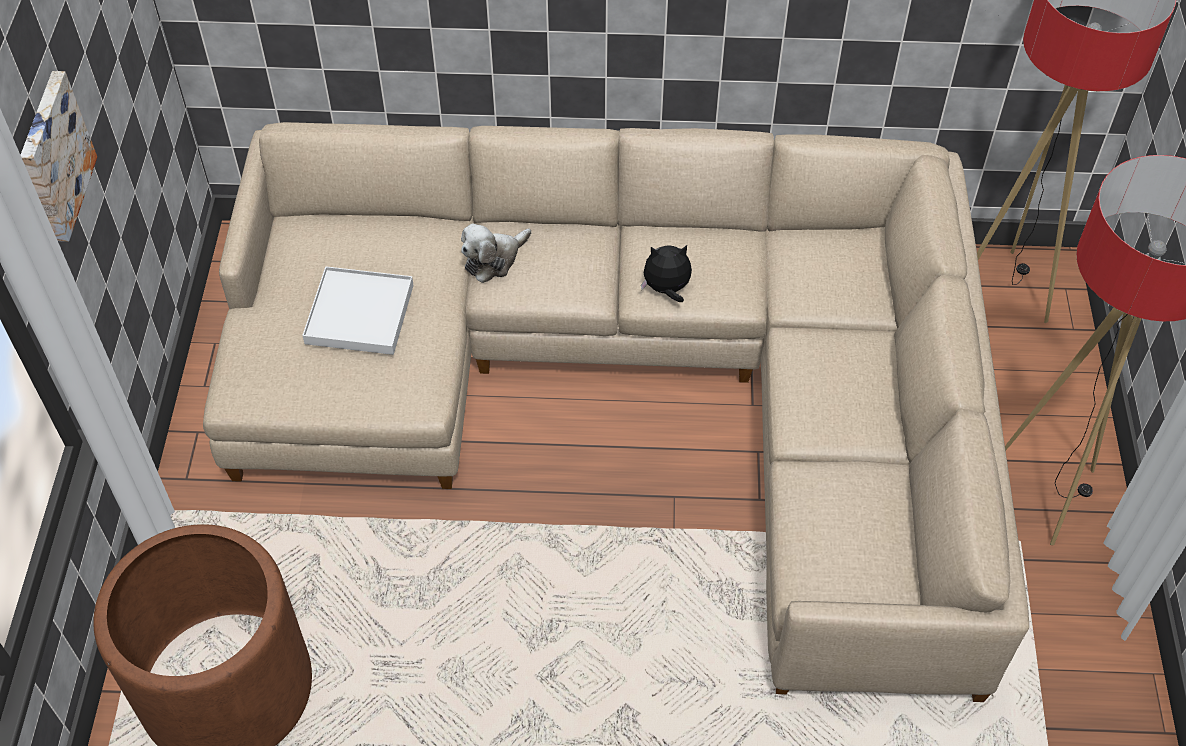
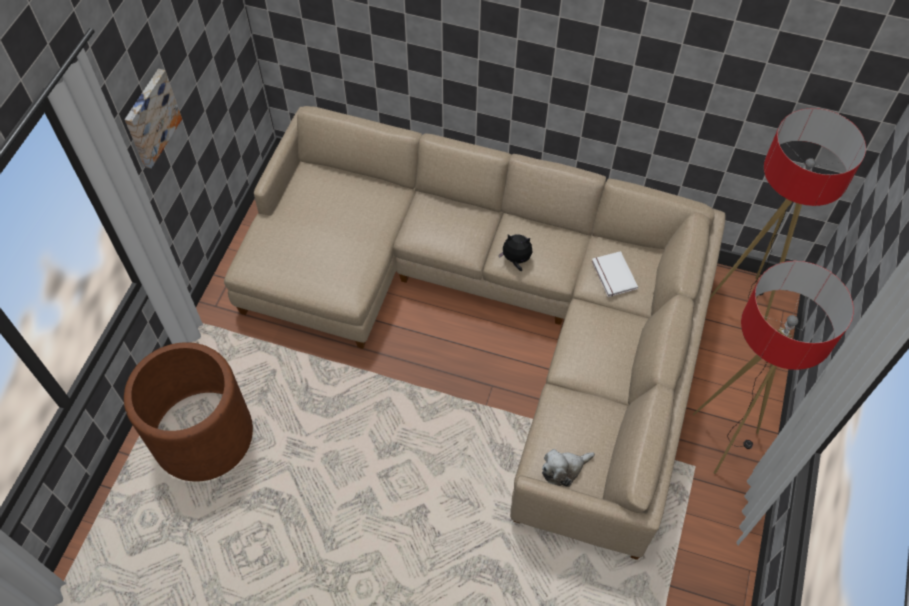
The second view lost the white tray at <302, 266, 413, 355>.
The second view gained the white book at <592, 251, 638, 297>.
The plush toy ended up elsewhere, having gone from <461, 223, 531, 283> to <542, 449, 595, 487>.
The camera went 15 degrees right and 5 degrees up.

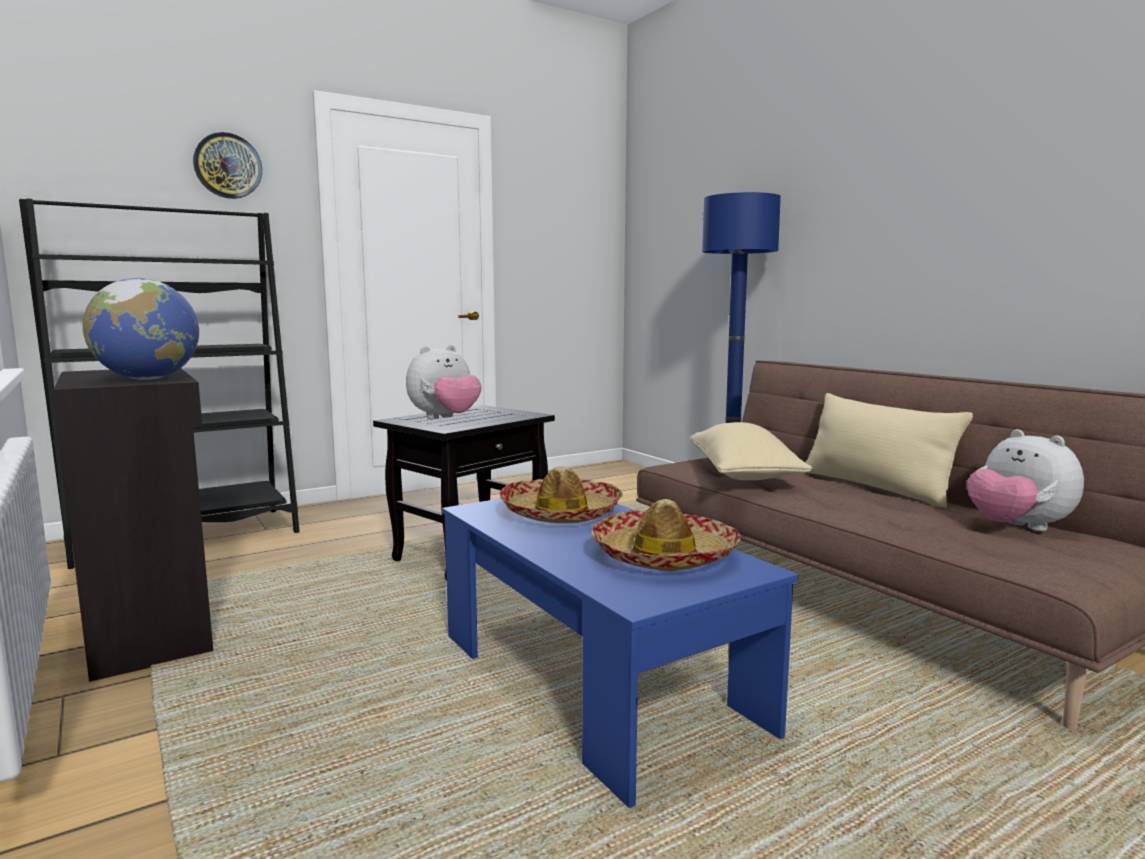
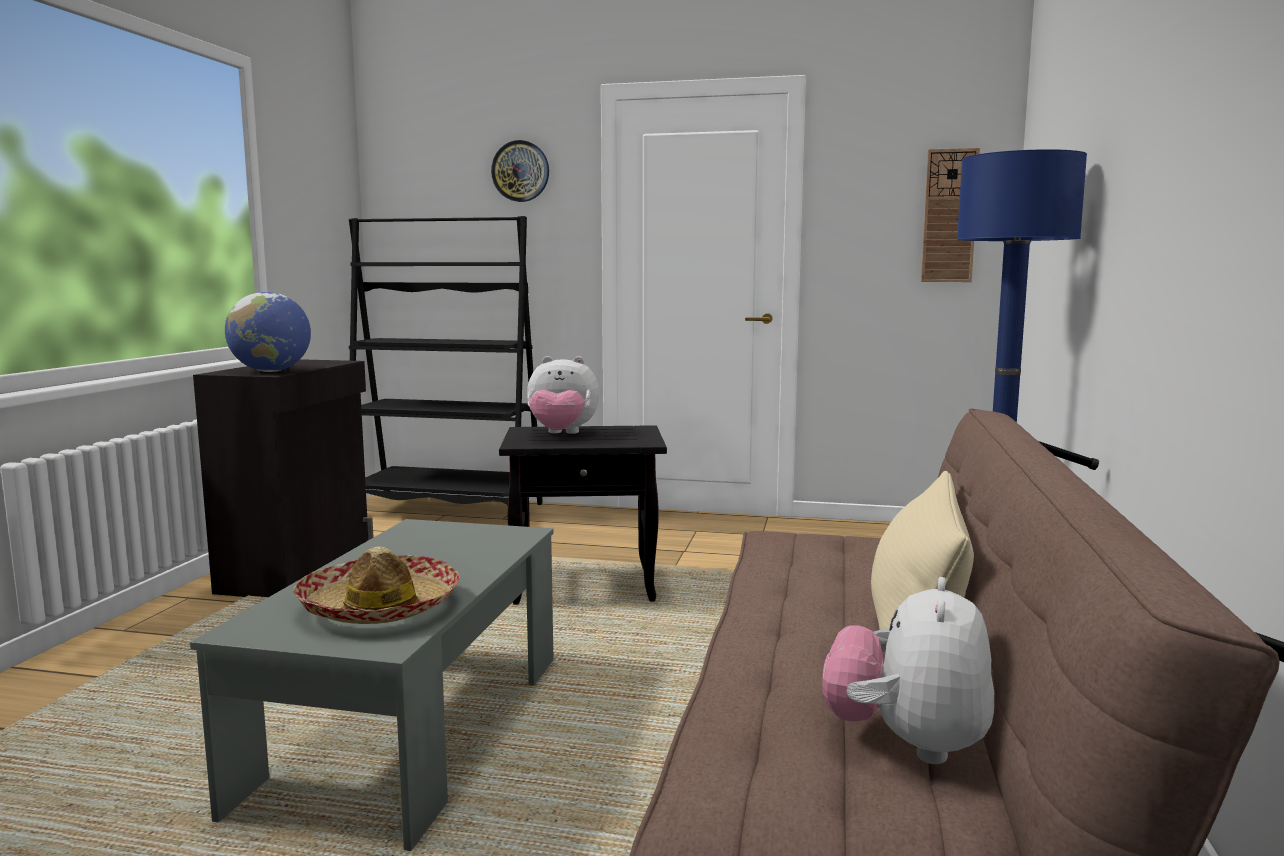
The second view lost the hat at <499, 466, 623, 523>.
The second view lost the beige pillow at <690, 422, 812, 480>.
The second view gained the wall clock at <921, 148, 980, 282>.
What was the blue coffee table at <442, 499, 799, 808> turned into the grey coffee table at <190, 519, 554, 851>.
The camera went 45 degrees right and 0 degrees up.

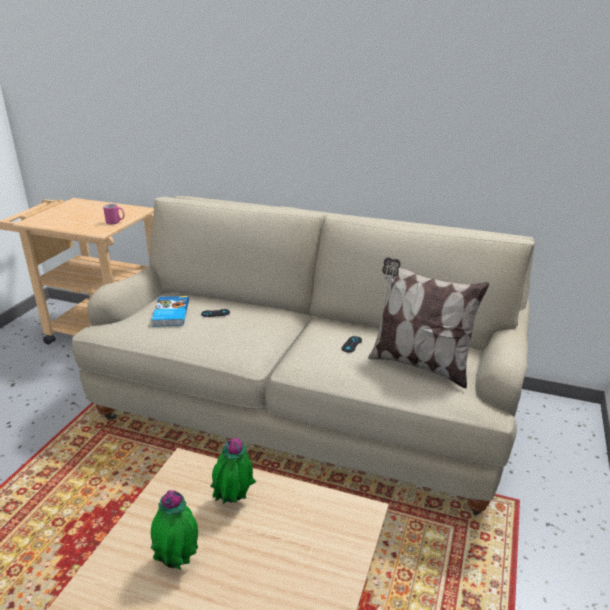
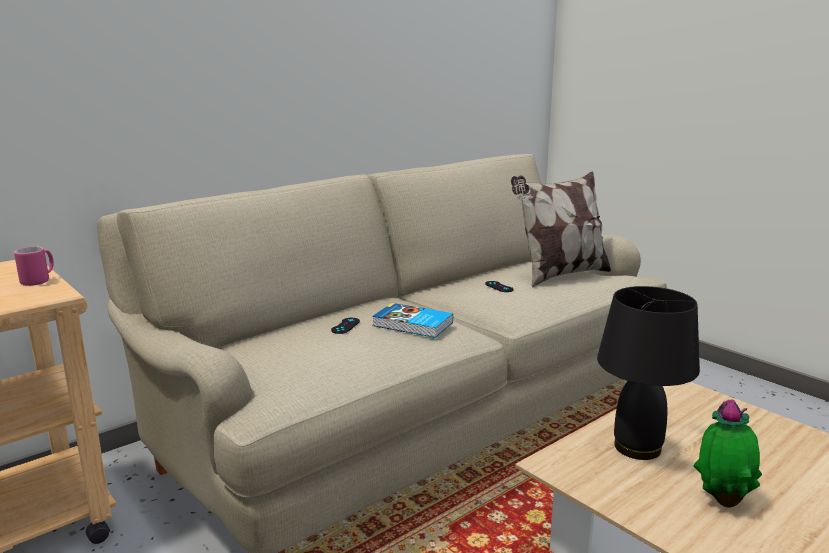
The book ended up elsewhere, having gone from <152, 296, 189, 327> to <372, 303, 453, 338>.
Where the potted plant stood at <210, 438, 256, 504>, the black table lamp came to stand at <597, 286, 700, 460>.
The camera went 60 degrees left and 10 degrees down.

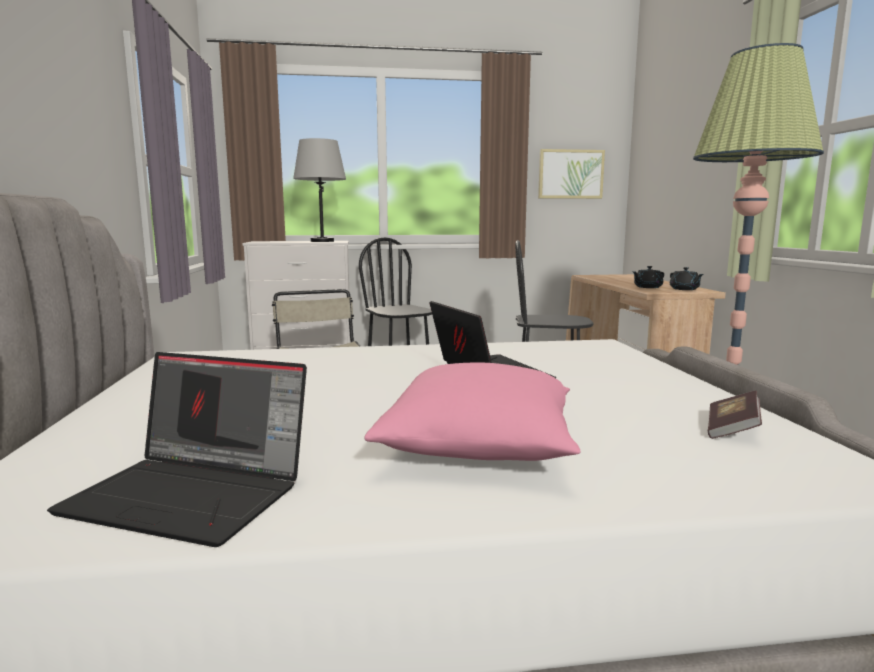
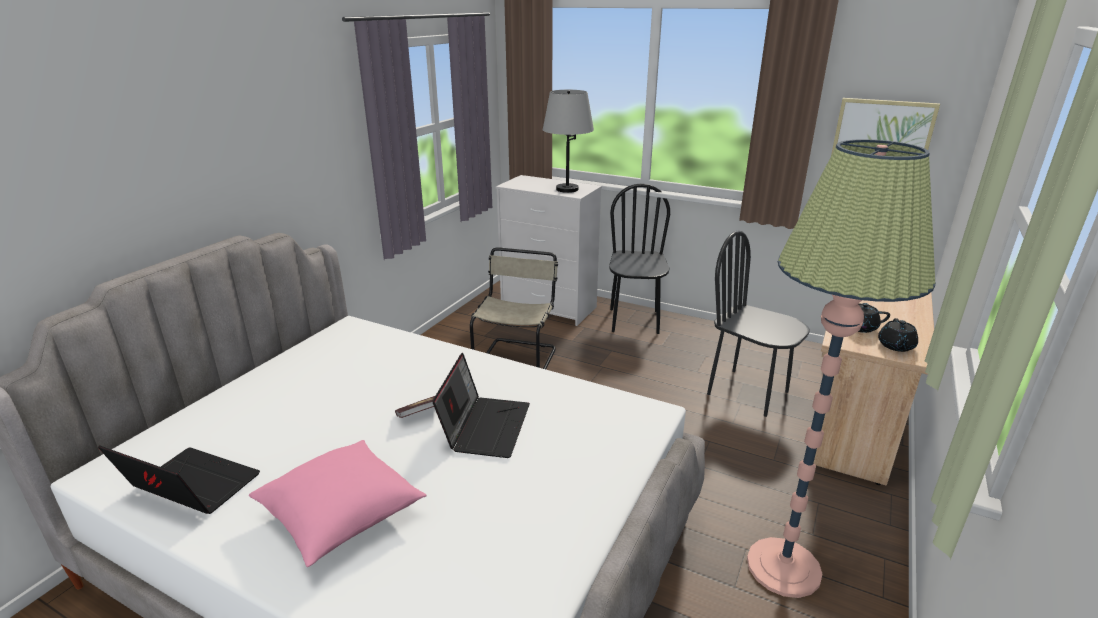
The book ended up elsewhere, having gone from <708, 391, 762, 439> to <395, 396, 435, 418>.
The laptop at <47, 352, 307, 547> ended up facing another way, 150 degrees clockwise from before.
The camera went 35 degrees right and 15 degrees up.

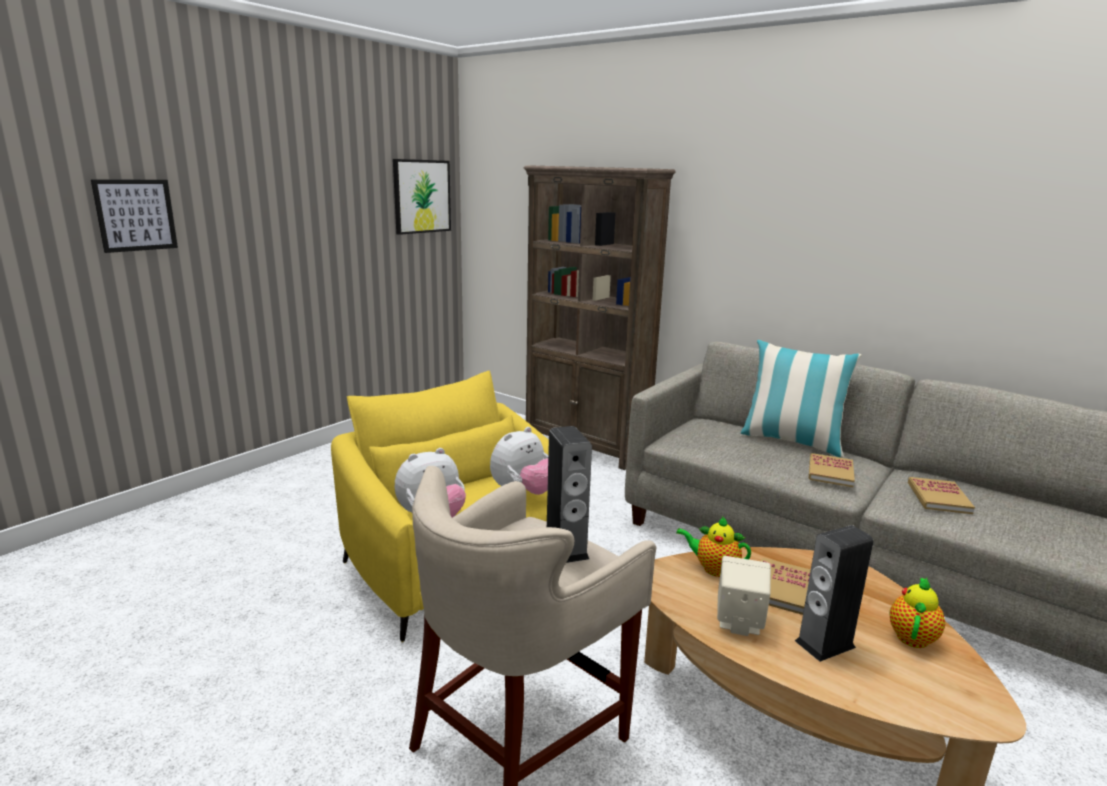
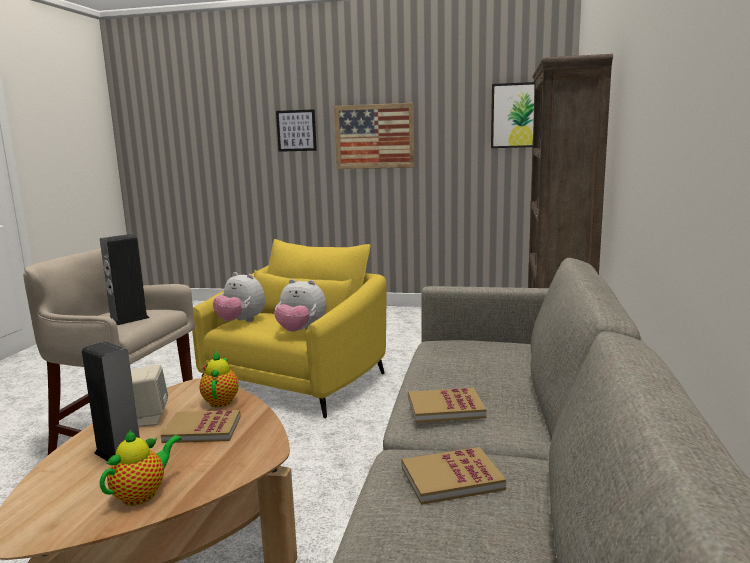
The second view lost the pillow at <740, 340, 862, 458>.
The second view gained the picture at <334, 103, 415, 169>.
The teapot at <890, 578, 945, 648> ended up facing another way, 60 degrees counterclockwise from before.
The camera went 65 degrees right and 5 degrees down.

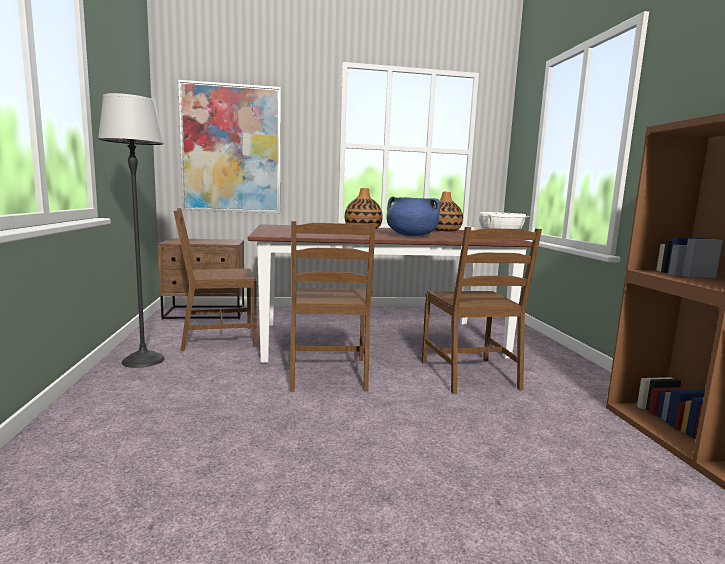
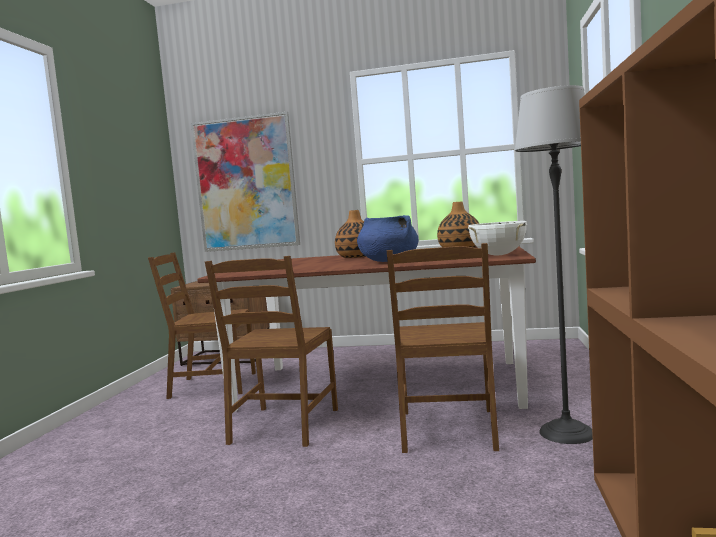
The floor lamp ended up elsewhere, having gone from <98, 93, 165, 368> to <515, 85, 593, 444>.
The camera went 20 degrees right and 5 degrees down.

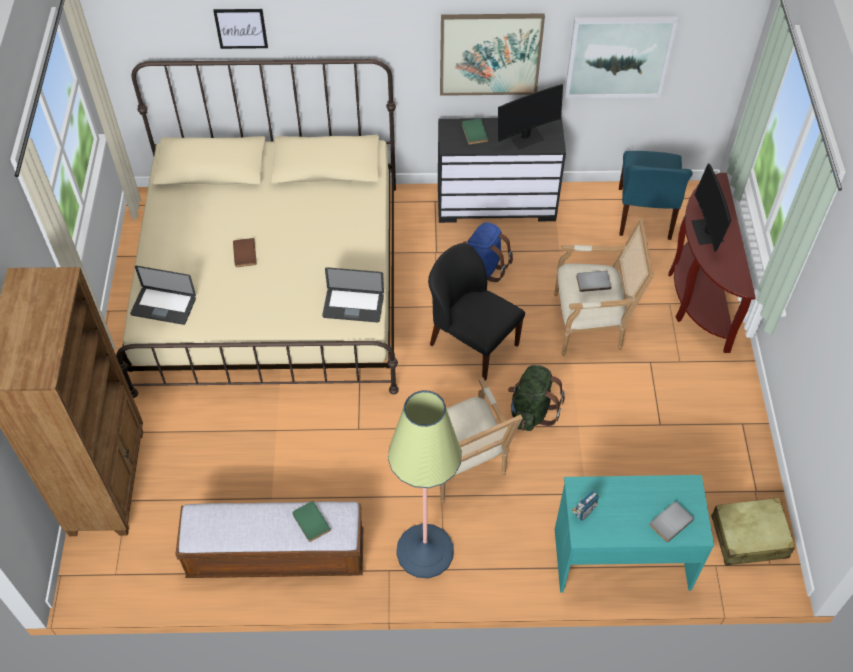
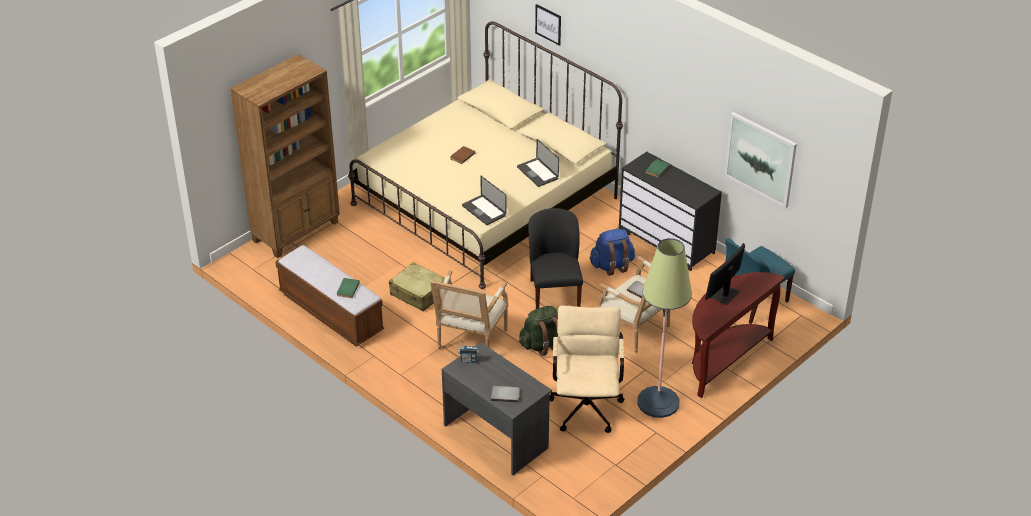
The second view lost the picture at <440, 13, 545, 96>.
The second view lost the monitor at <498, 84, 563, 150>.
The second view gained the beige office chair at <549, 306, 625, 433>.
The laptop ended up elsewhere, having gone from <130, 266, 196, 325> to <517, 139, 559, 187>.
The floor lamp ended up elsewhere, having gone from <388, 390, 462, 578> to <637, 238, 692, 418>.
The beige suitcase ended up elsewhere, having gone from <711, 497, 795, 566> to <389, 262, 445, 311>.
What was the turquoise desk at <555, 475, 714, 593> turned into the grey desk at <441, 342, 552, 475>.
The camera went 45 degrees right and 15 degrees down.

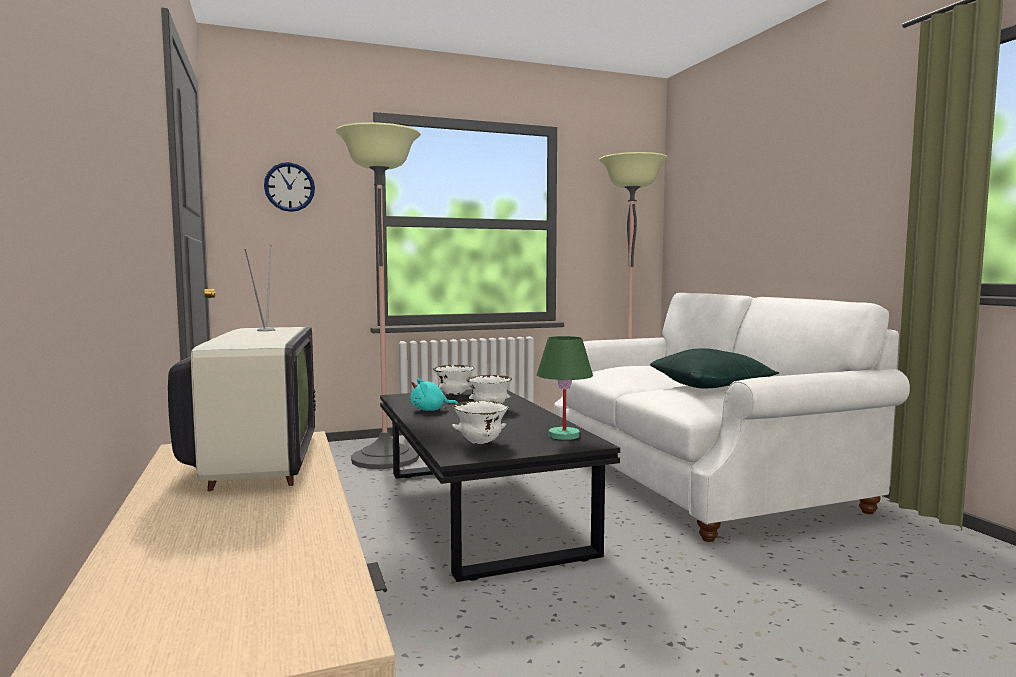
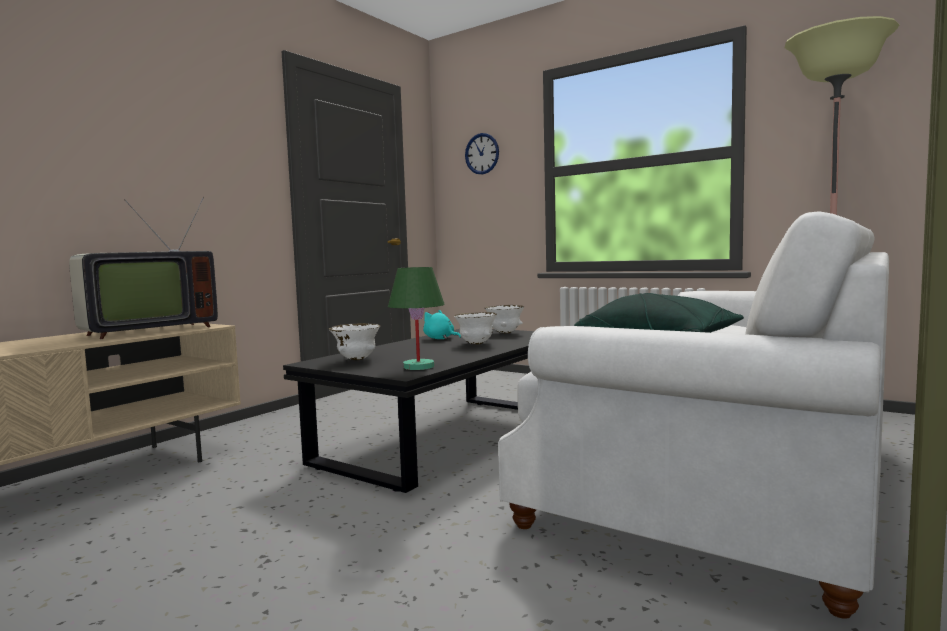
The second view lost the floor lamp at <336, 122, 421, 469>.
The camera went 55 degrees right and 0 degrees up.

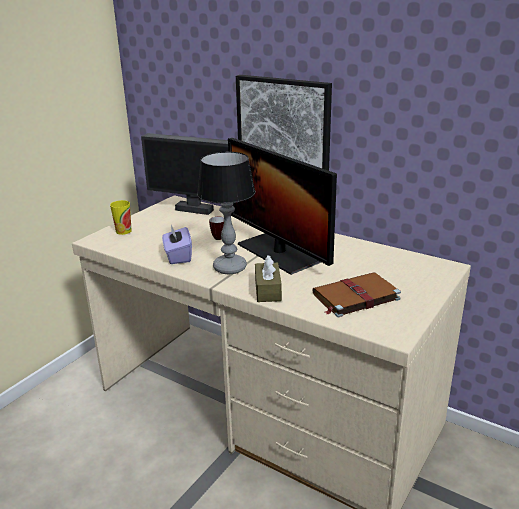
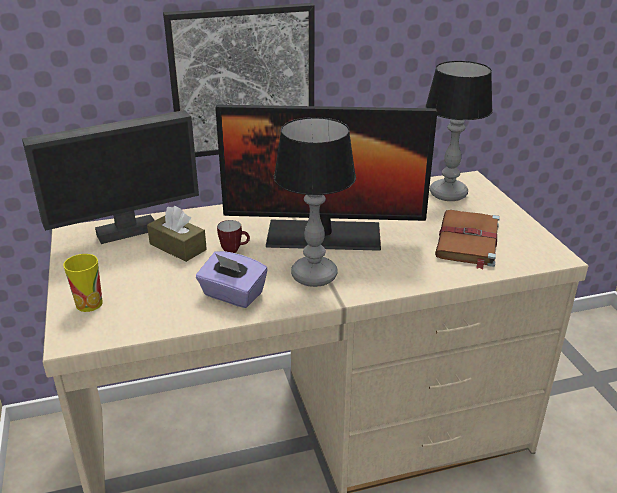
The second view gained the table lamp at <425, 61, 493, 201>.
The brown tissue box ended up elsewhere, having gone from <255, 256, 282, 302> to <147, 206, 207, 262>.
The camera went 50 degrees left and 5 degrees up.

